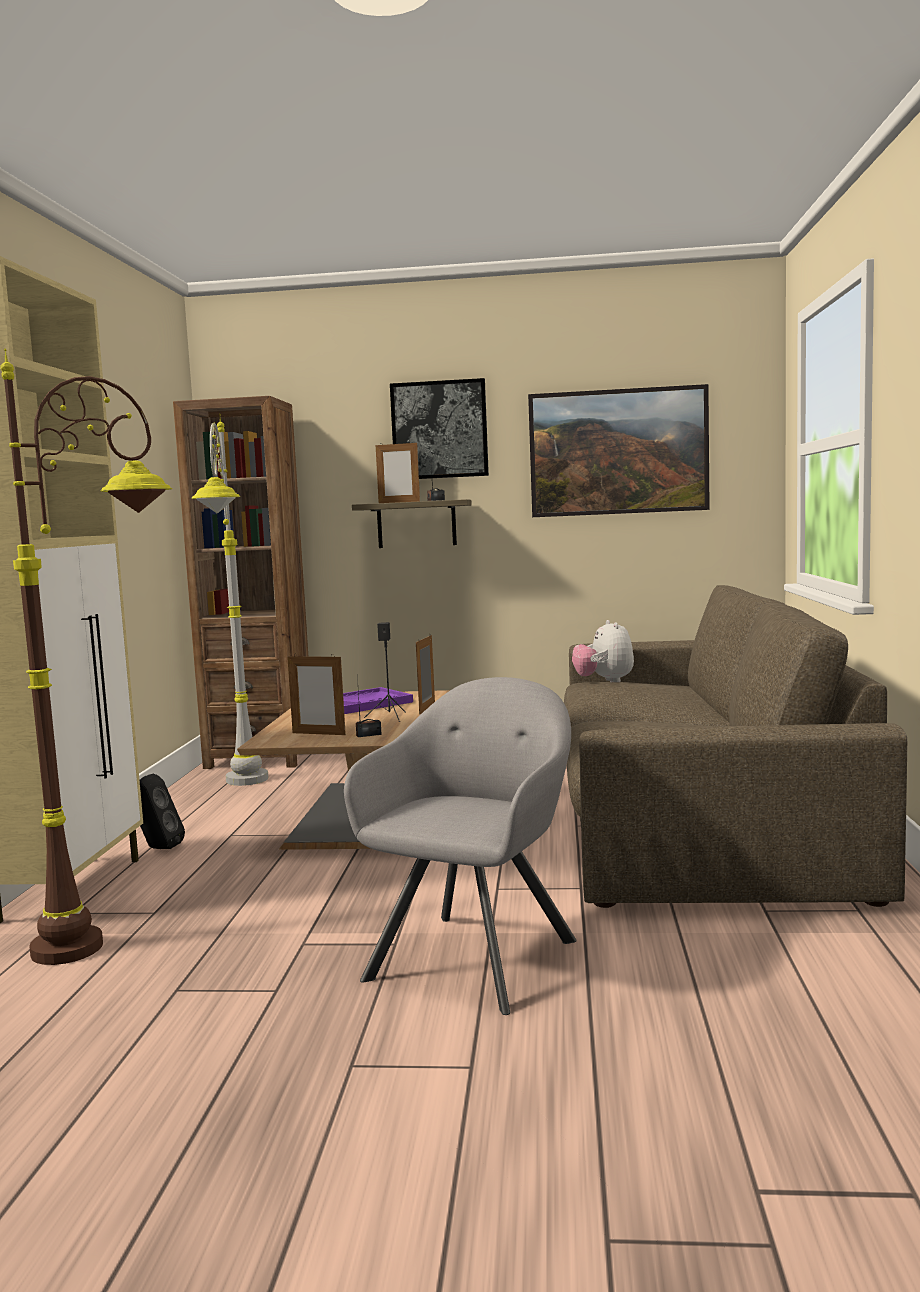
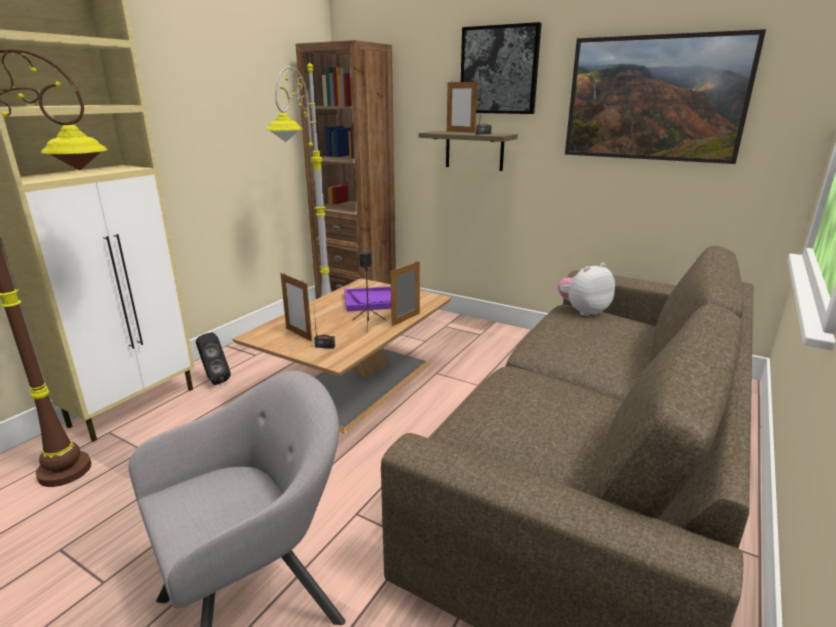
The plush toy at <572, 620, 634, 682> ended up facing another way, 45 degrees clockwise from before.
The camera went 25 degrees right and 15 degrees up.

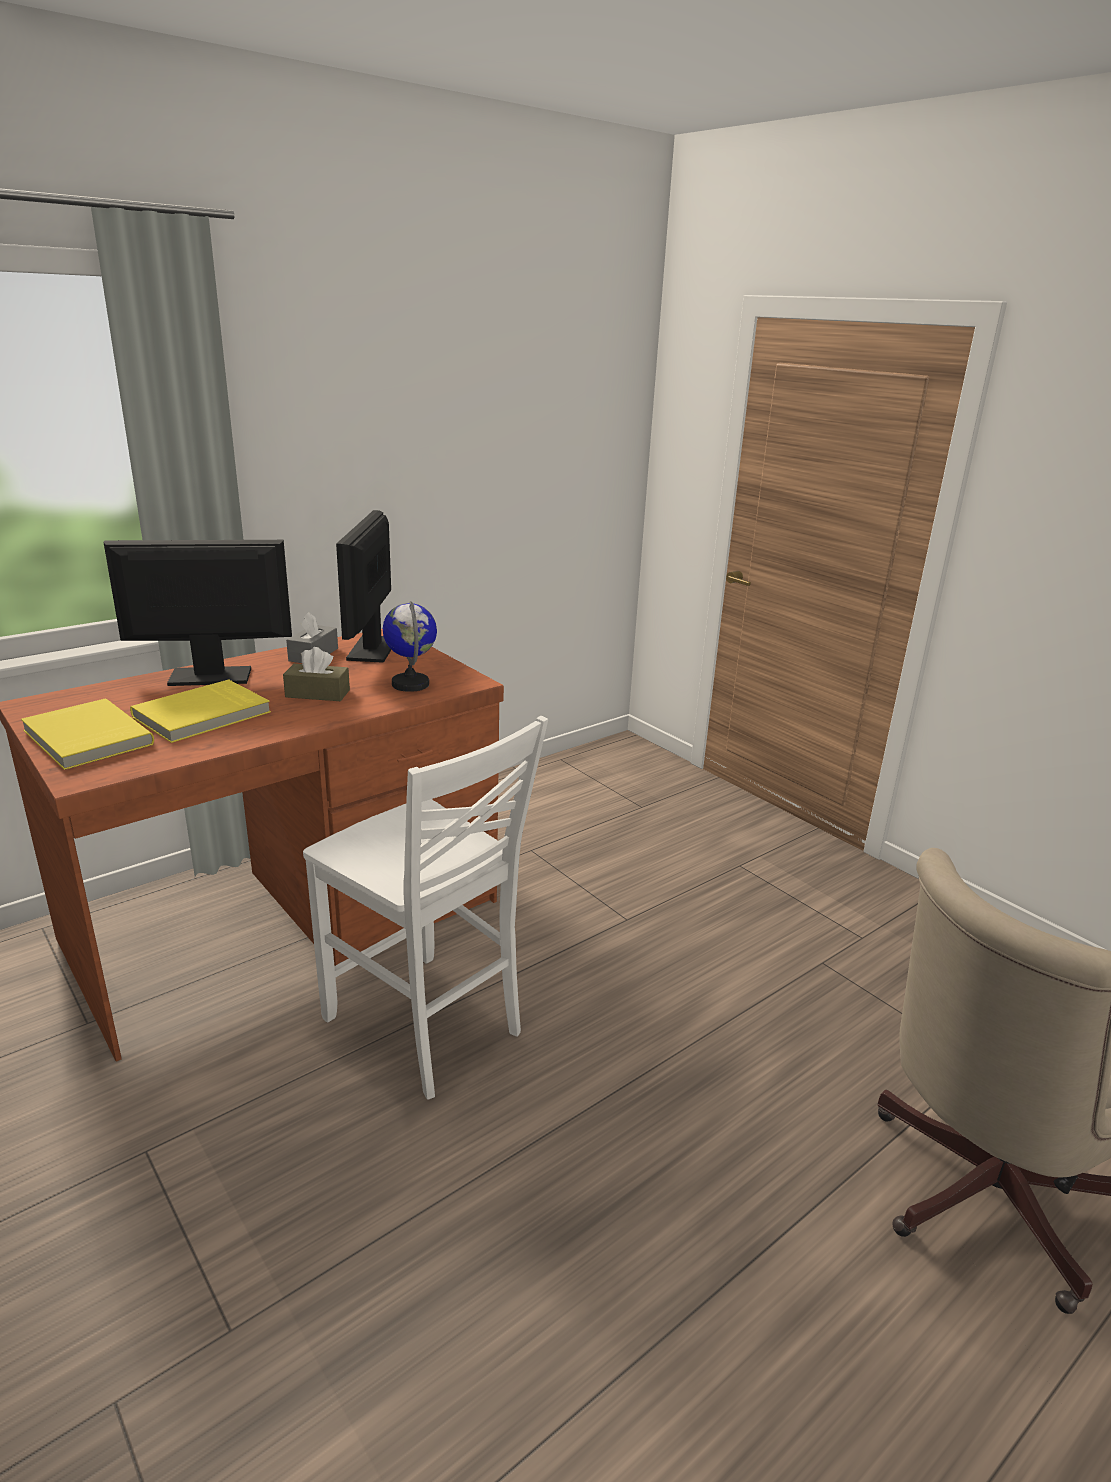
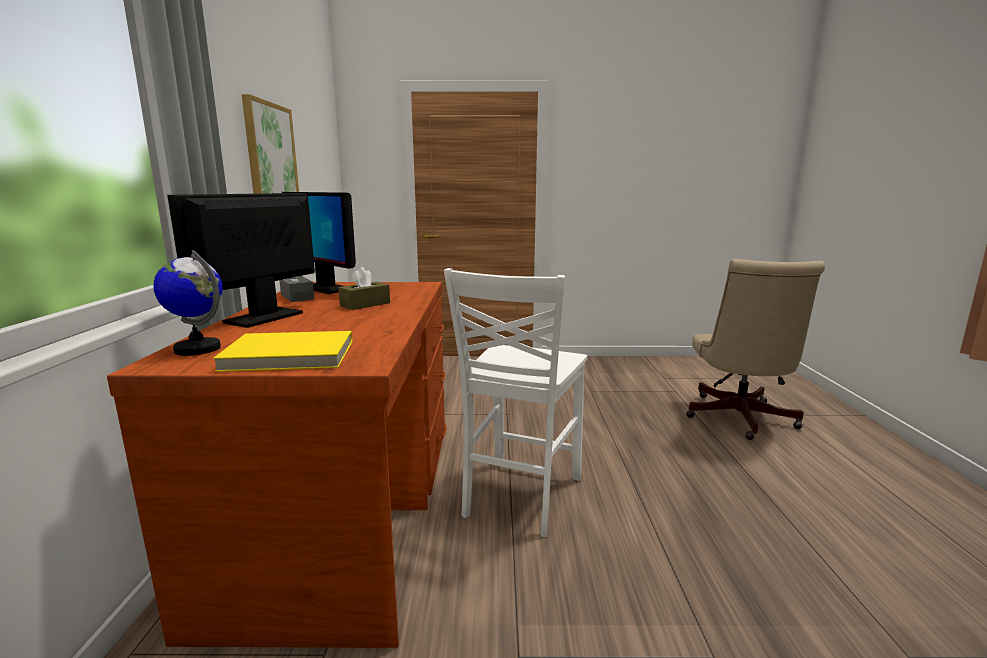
The second view lost the yellow book at <130, 680, 271, 743>.
The second view gained the picture at <242, 94, 299, 194>.
The globe ended up elsewhere, having gone from <383, 601, 437, 692> to <154, 250, 223, 356>.
The white chair at <303, 716, 548, 1099> ended up facing another way, 120 degrees clockwise from before.
The camera went 50 degrees left and 10 degrees down.

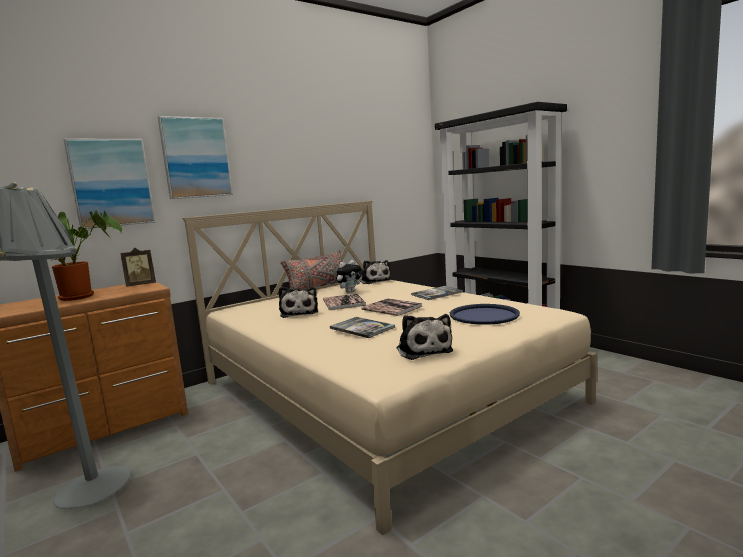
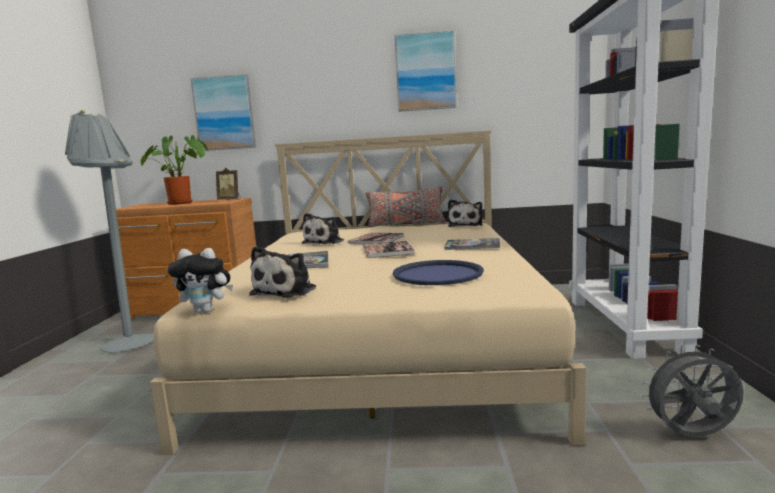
The second view gained the grey fan at <641, 345, 744, 437>.
The picture ended up elsewhere, having gone from <158, 116, 233, 199> to <394, 30, 457, 112>.
The plush toy ended up elsewhere, having gone from <336, 260, 362, 293> to <168, 248, 233, 313>.
The camera went 40 degrees right and 0 degrees up.

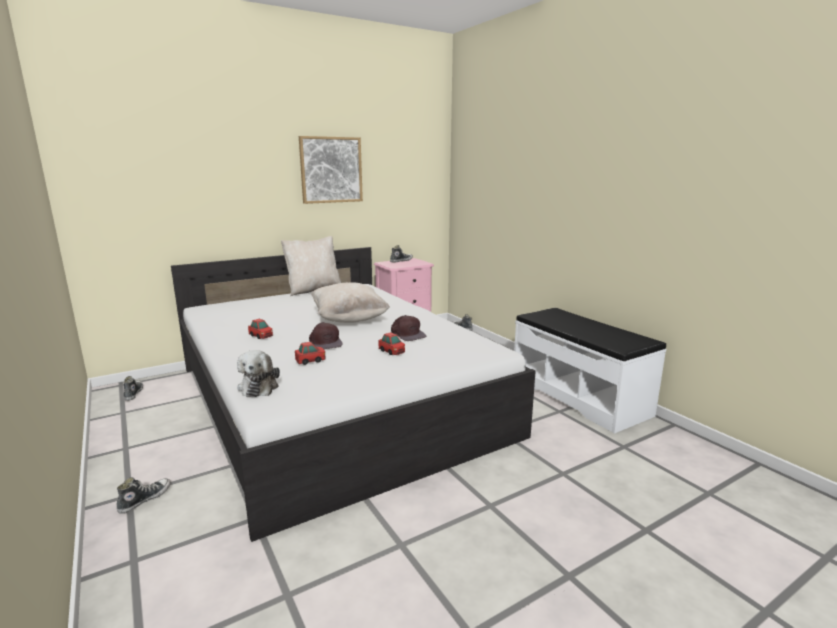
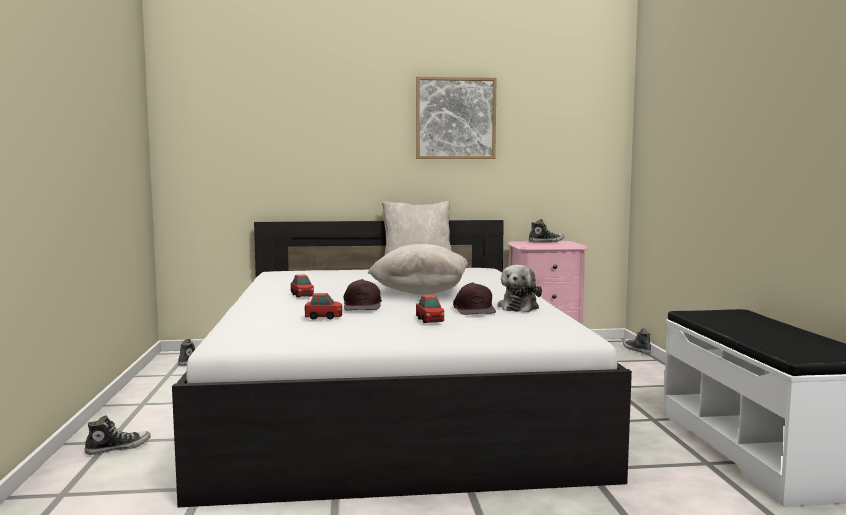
The plush toy ended up elsewhere, having gone from <237, 350, 280, 397> to <498, 265, 542, 312>.
The camera went 25 degrees right and 10 degrees down.

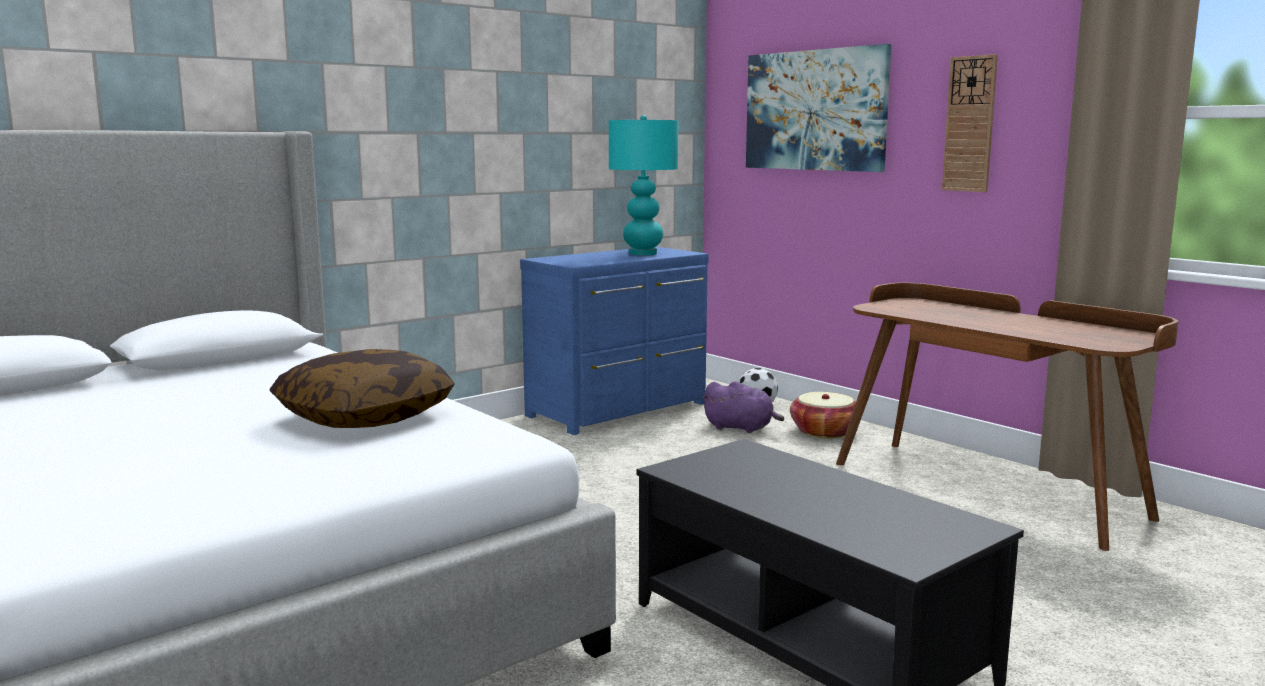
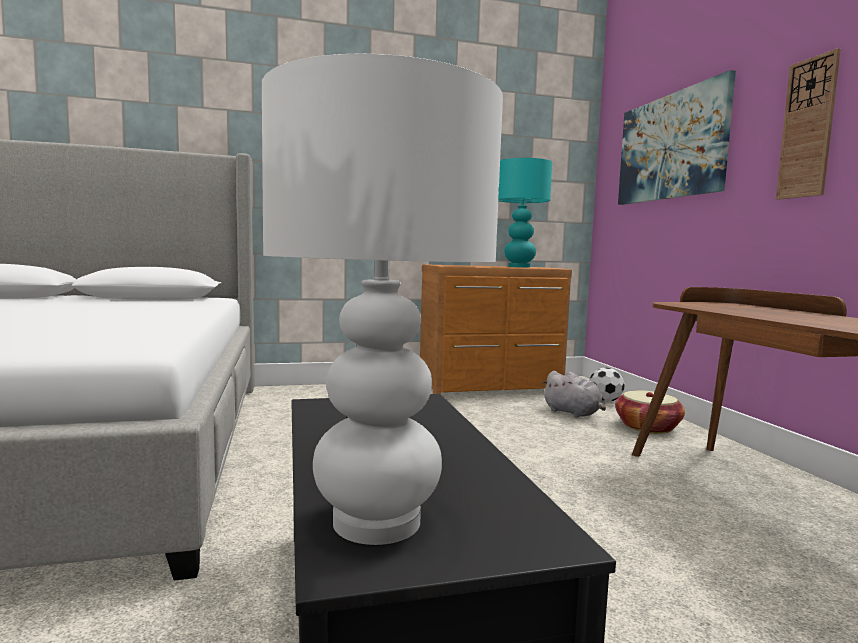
The second view lost the pillow at <269, 349, 455, 428>.
The second view gained the white table lamp at <262, 53, 503, 545>.
What was the blue dresser at <520, 247, 709, 435> turned into the brown dresser at <420, 264, 572, 394>.
What was the purple plush toy at <702, 381, 784, 433> turned into the grey plush toy at <542, 371, 606, 418>.
The camera went 25 degrees right and 5 degrees down.

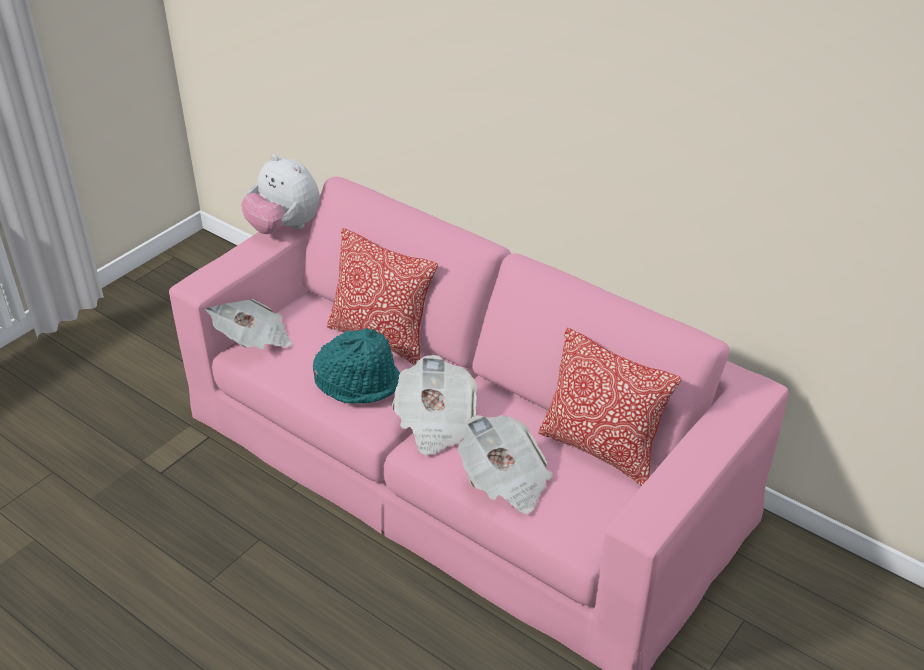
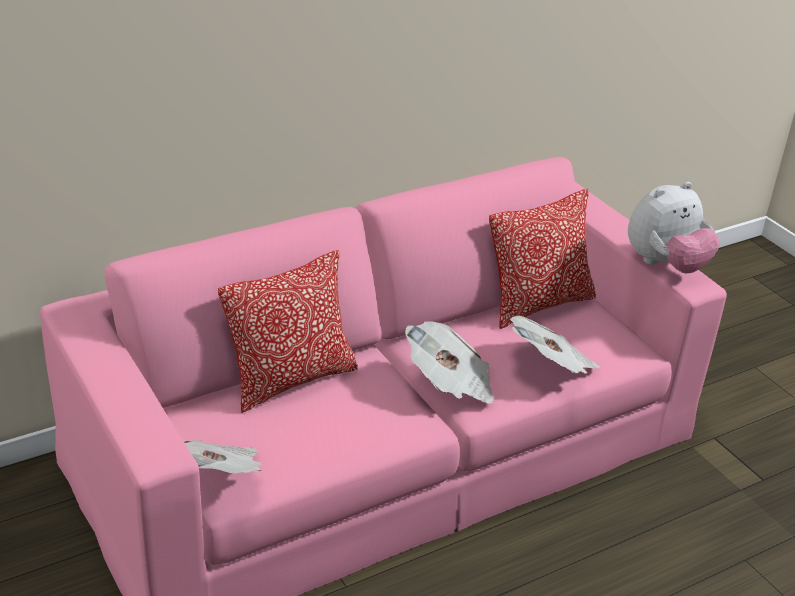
The second view lost the turquoise hat at <313, 328, 400, 404>.
The plush toy ended up elsewhere, having gone from <241, 155, 320, 234> to <628, 182, 720, 273>.
The camera went 70 degrees left and 5 degrees down.

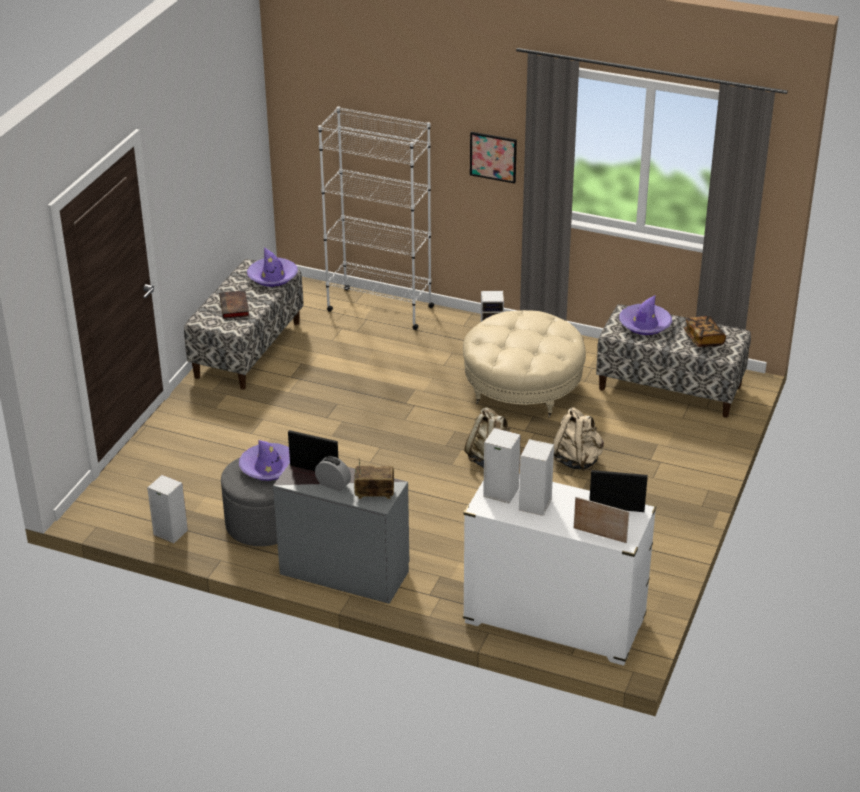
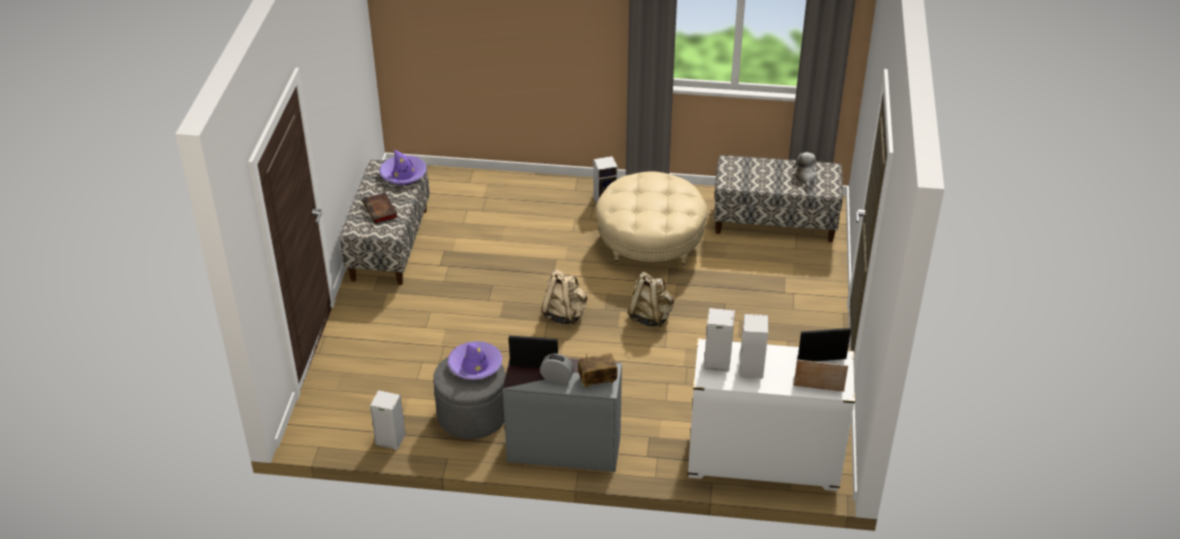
The second view lost the white bookcase at <318, 106, 434, 330>.
The second view lost the picture at <470, 132, 517, 184>.
The second view lost the purple hat at <619, 295, 672, 335>.
The beige backpack ended up elsewhere, having gone from <552, 407, 604, 471> to <541, 270, 587, 325>.
Where the book stood at <684, 316, 726, 347>, the plush toy came to stand at <793, 152, 817, 189>.
The camera went 15 degrees left and 5 degrees up.

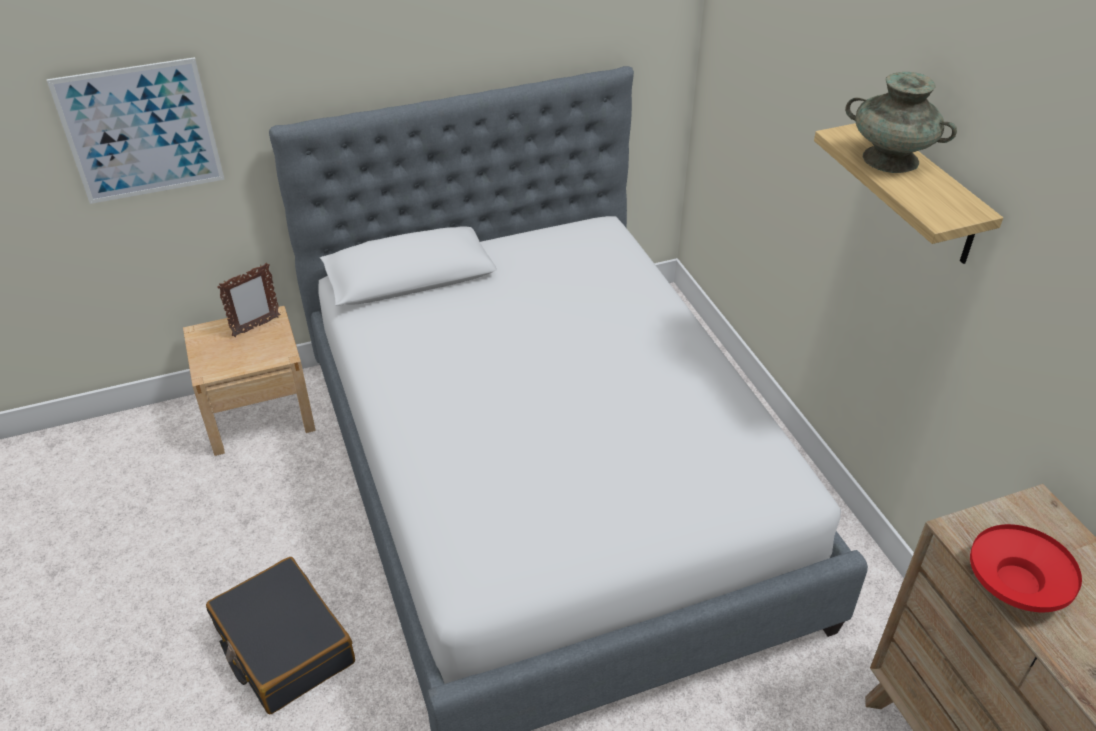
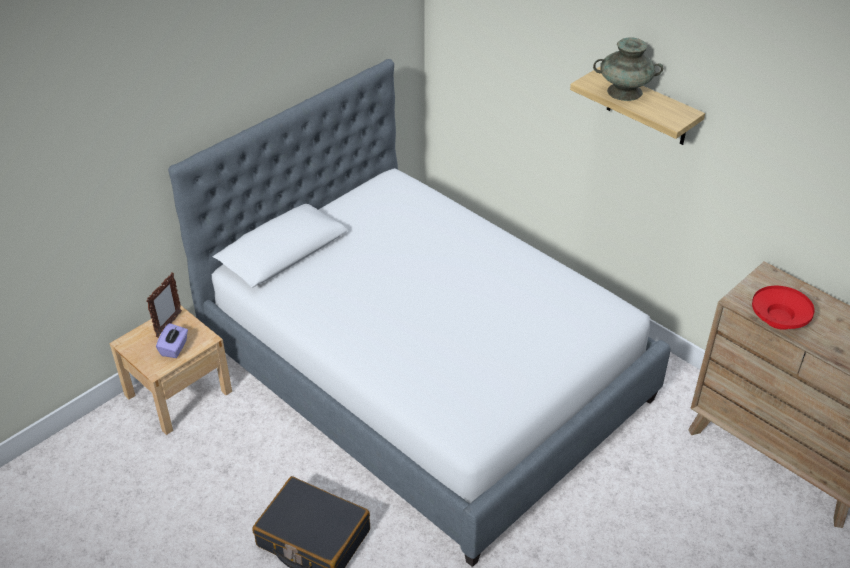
The second view lost the picture at <47, 57, 225, 204>.
The second view gained the purple tissue box at <156, 323, 188, 358>.
The camera went 25 degrees left and 0 degrees up.

